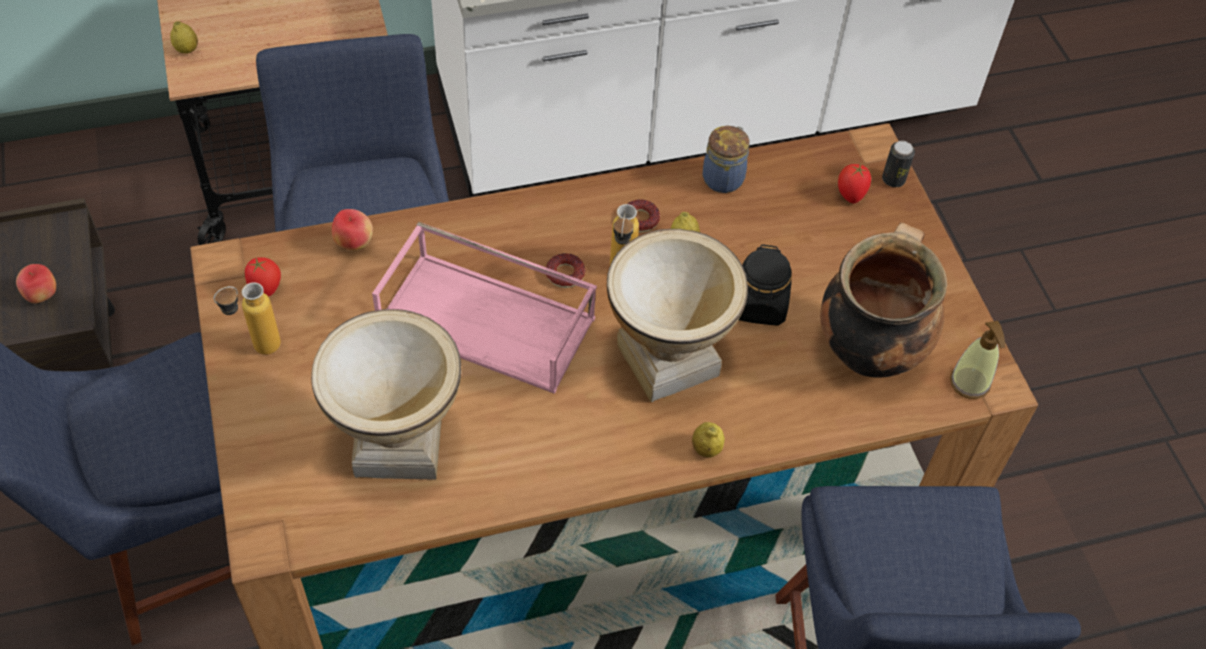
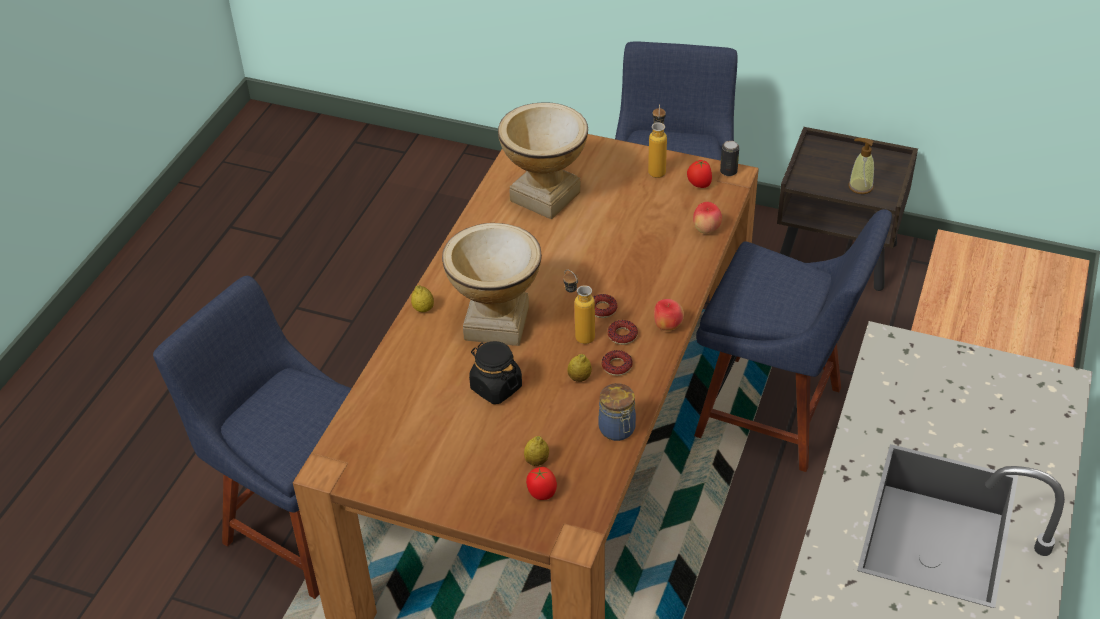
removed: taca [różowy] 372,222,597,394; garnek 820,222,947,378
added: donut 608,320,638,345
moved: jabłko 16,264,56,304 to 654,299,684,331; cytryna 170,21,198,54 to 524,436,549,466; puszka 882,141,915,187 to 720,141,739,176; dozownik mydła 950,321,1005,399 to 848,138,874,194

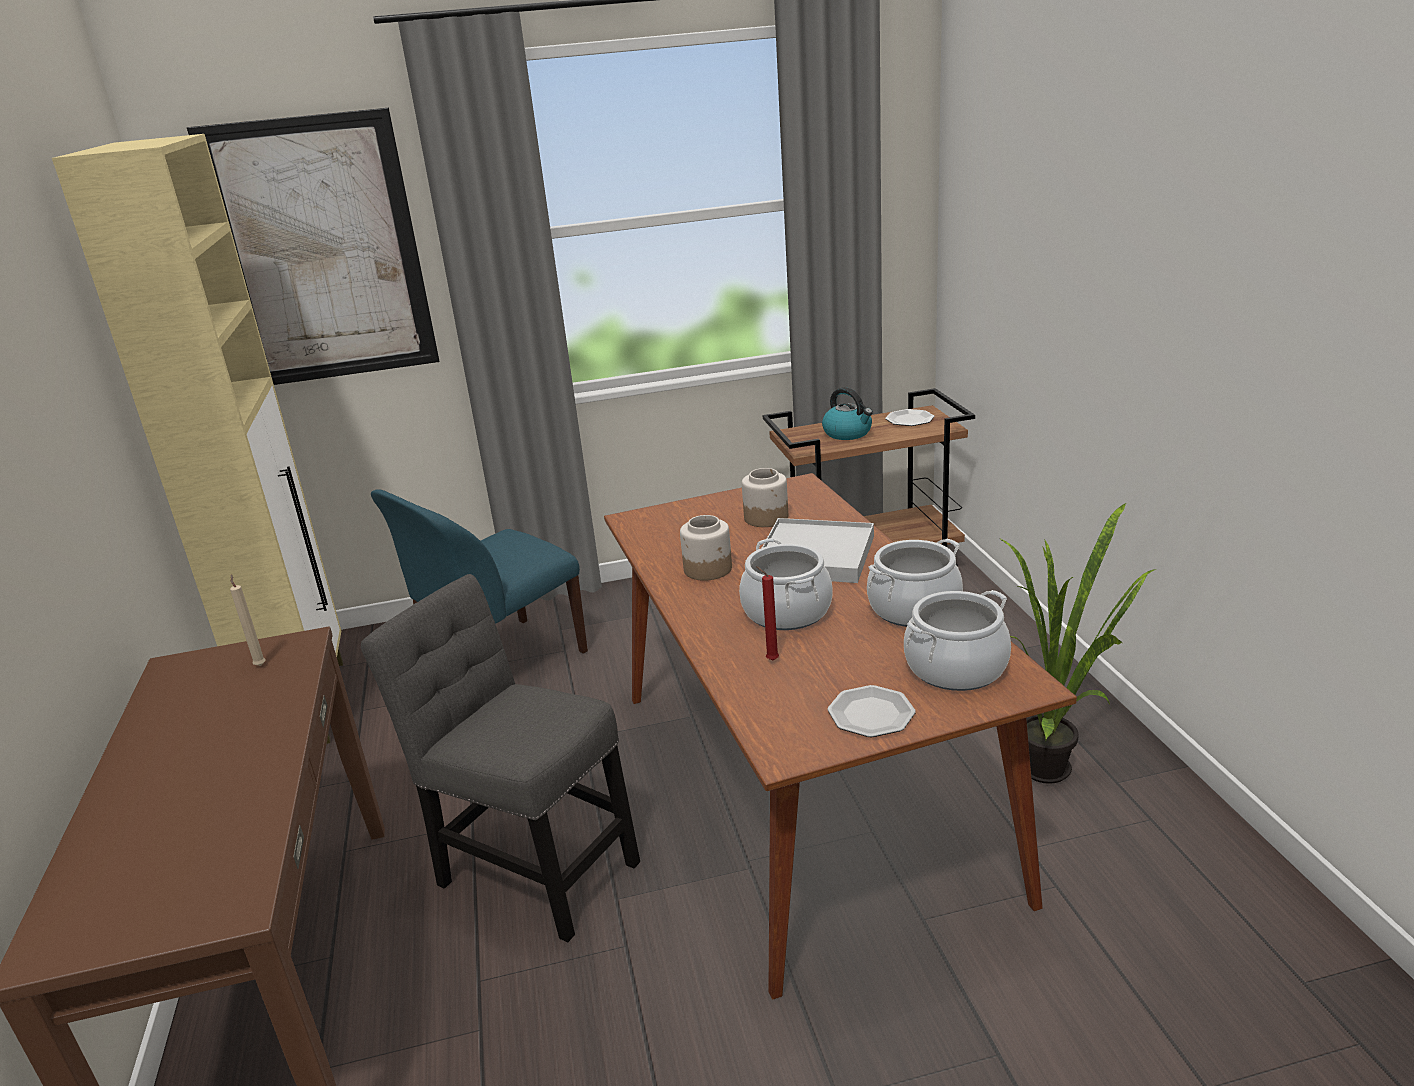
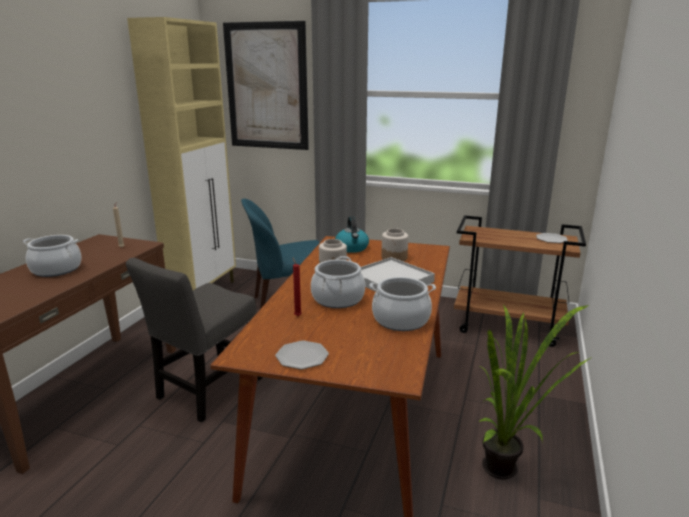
moved: czajnik 822,387,873,440 to 335,216,369,253; garnek 904,590,1011,691 to 22,235,81,277
turned: krzesło [szary] 361,574,640,942 = 126,258,263,422 120 degrees counterclockwise

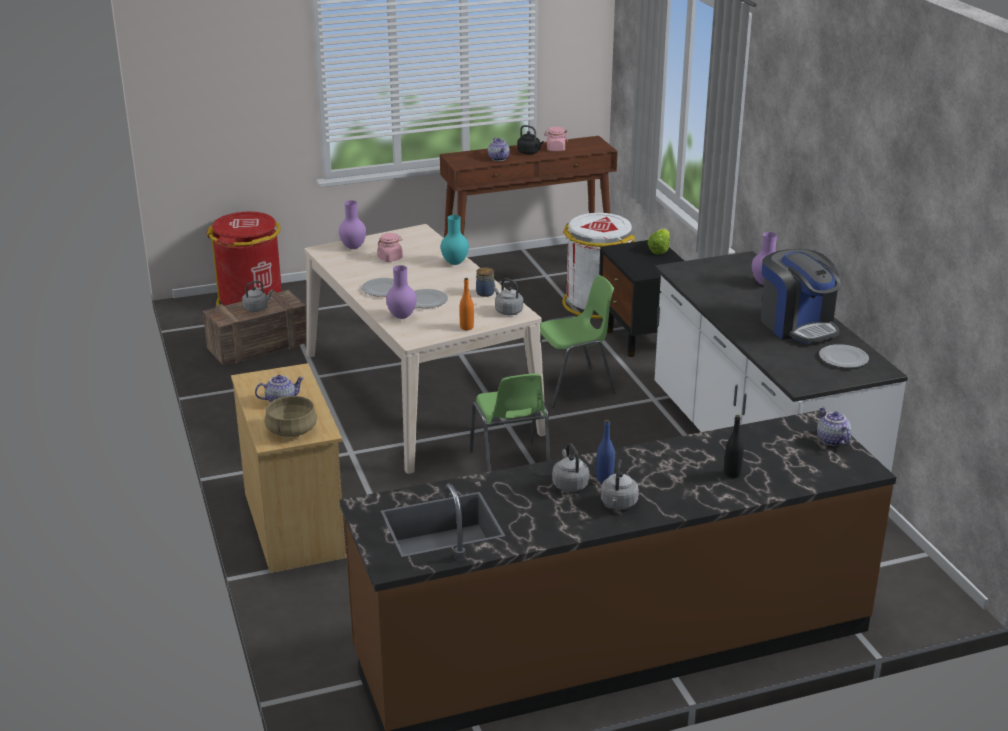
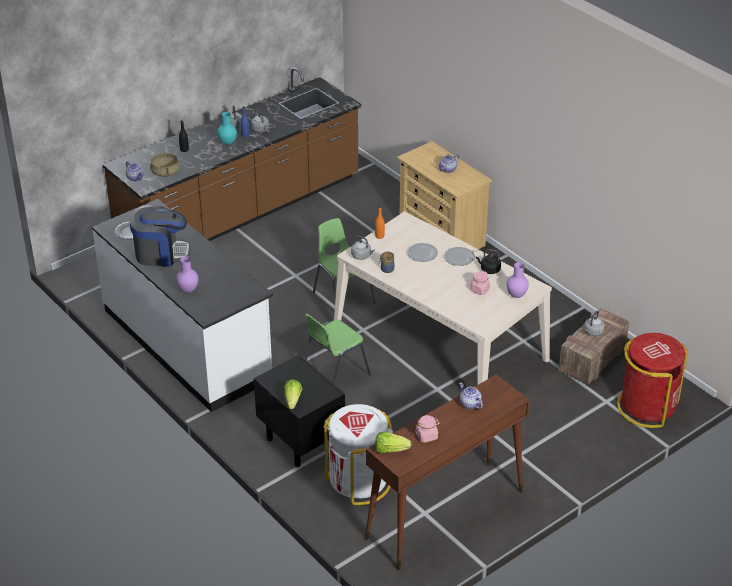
removed: wazon [fioletowy] 386,265,417,319
added: sałata 375,431,412,454
moved: garnek [beżowy] 264,395,317,437 to 150,152,180,177; wazon [turkusowy] 441,215,469,265 to 218,112,237,145; czajnik [czarny] 517,125,544,154 to 476,249,501,274
turned: ekspres do kawy 761,249,841,344 = 129,205,191,267 135 degrees clockwise

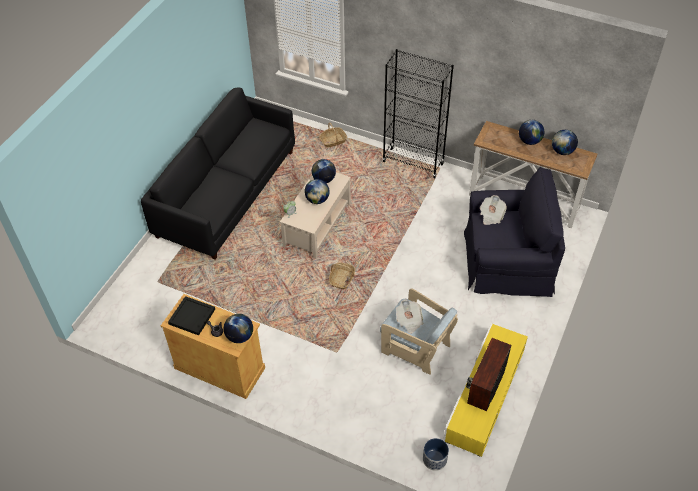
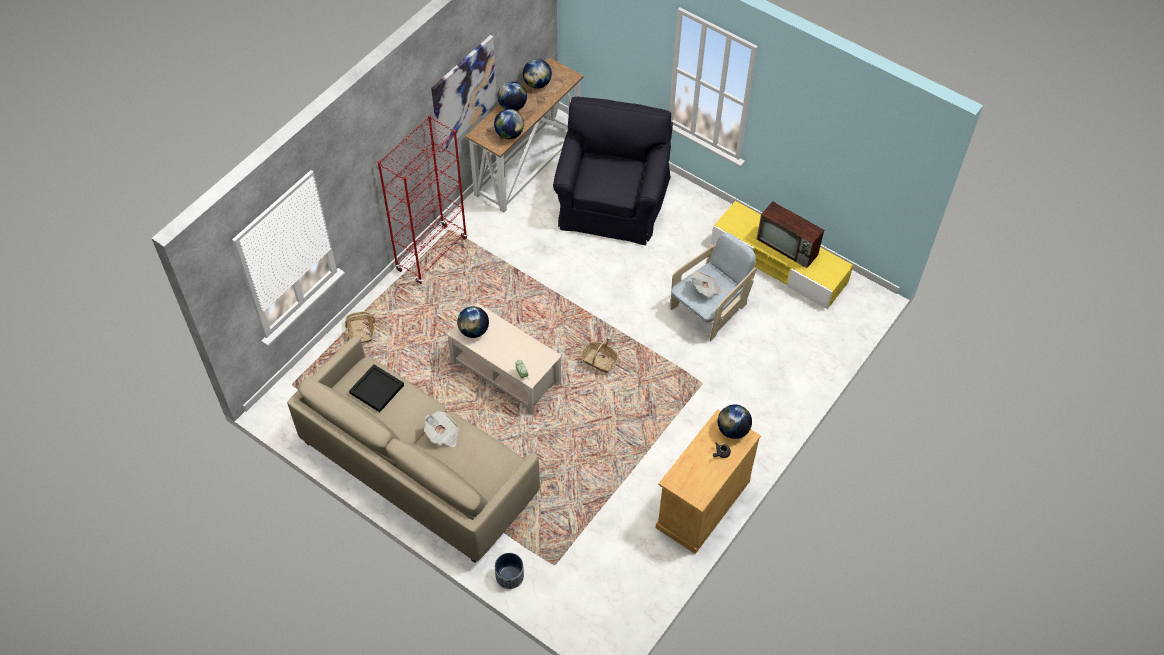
added: obraz 431,35,497,153
moved: taca [czarny] 168,296,215,335 to 349,364,404,412; globus 304,179,330,204 to 494,109,524,139; donica 423,438,449,471 to 495,553,524,589; gazeta 480,195,507,225 to 424,411,460,447
recoloured: kanapa [czarny] 141,87,295,259 to kanapa [beżowy] 287,336,540,563; regał [czarny] 382,49,454,178 to regał [czerwony] 378,115,467,284

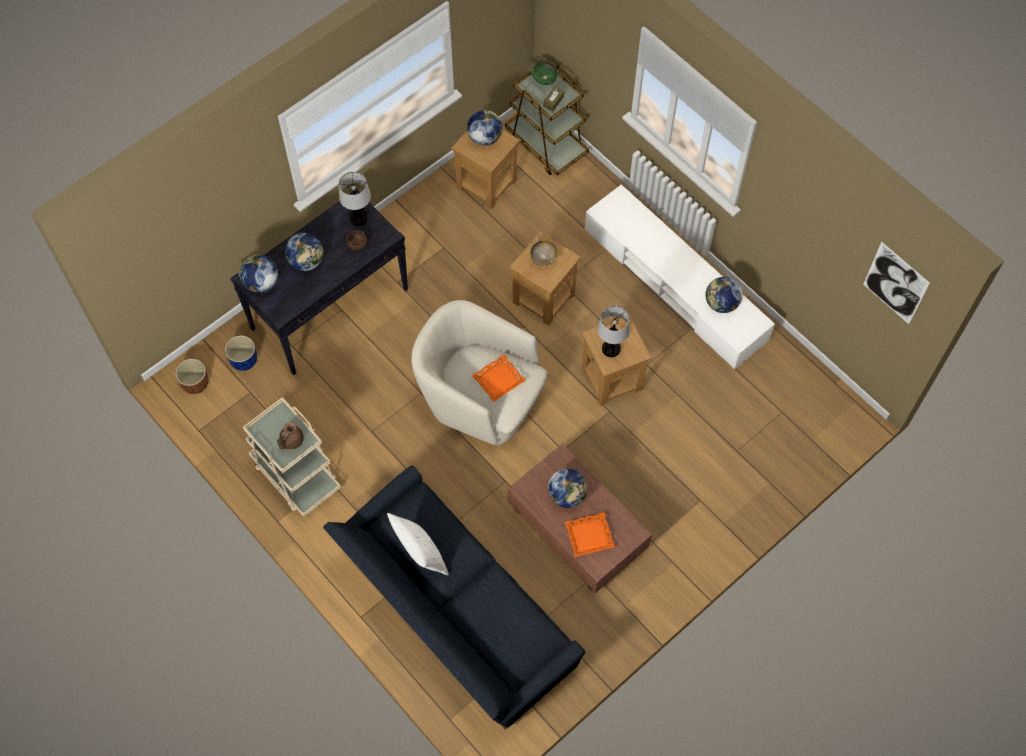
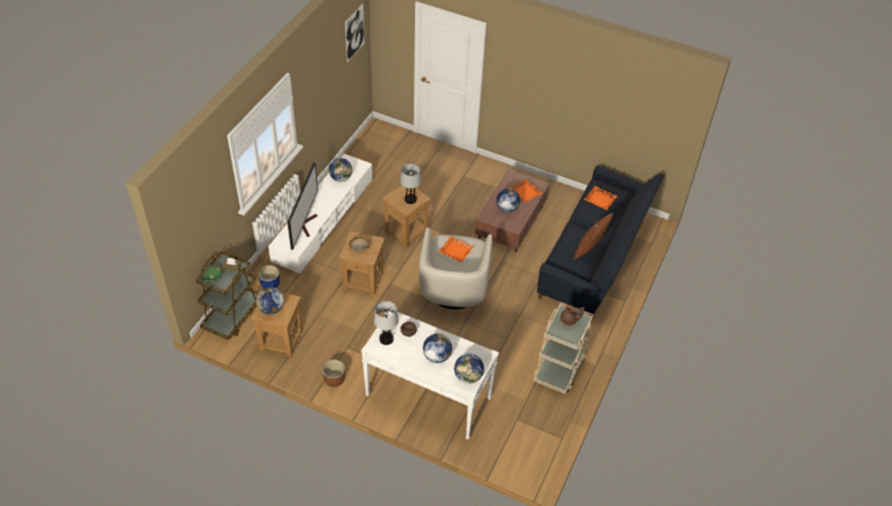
added: telewizor 287,162,318,250; taca [pomarańczowy] 585,186,618,210
moved: donica [brązowy] 175,359,208,394 to 322,360,345,387; donica [niebieski] 225,335,257,371 to 258,265,280,288
recoloured: stolik konsolowy [czarny] 230,189,408,375 to stolik konsolowy [biały] 361,311,499,440; poduszka [biały] 387,513,449,575 to poduszka [brązowy] 574,213,613,260

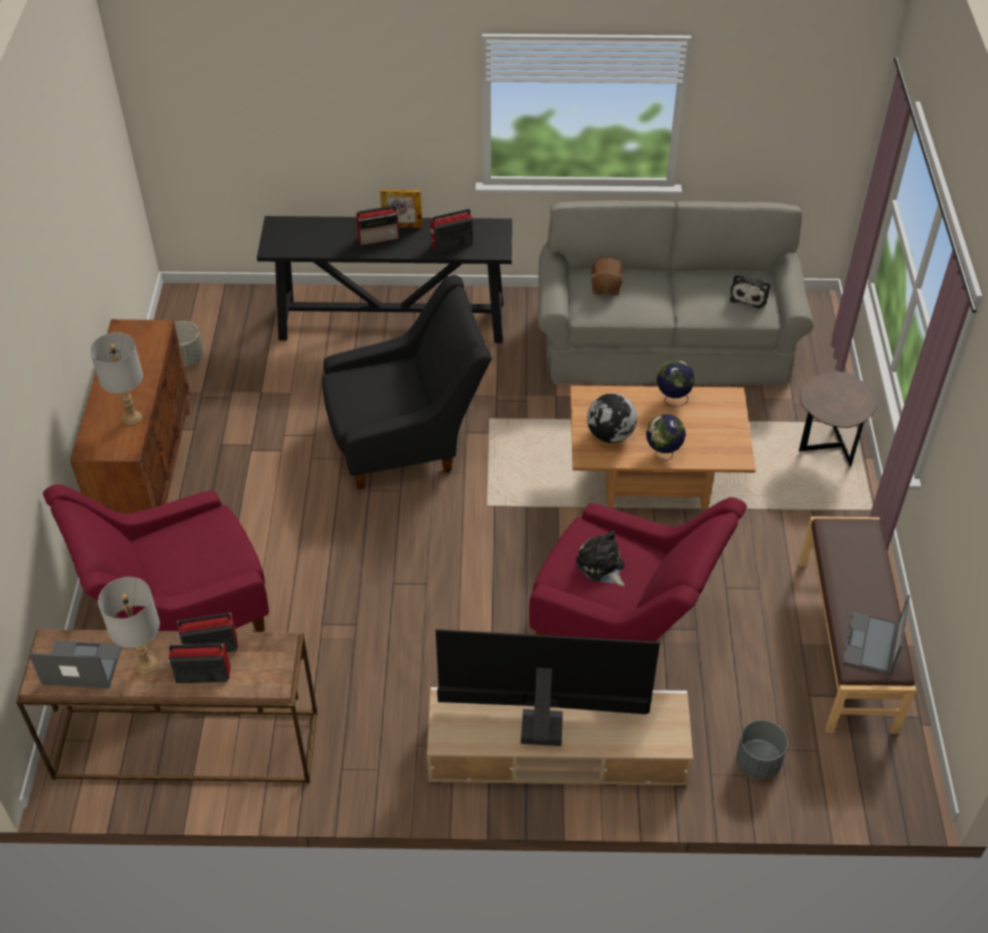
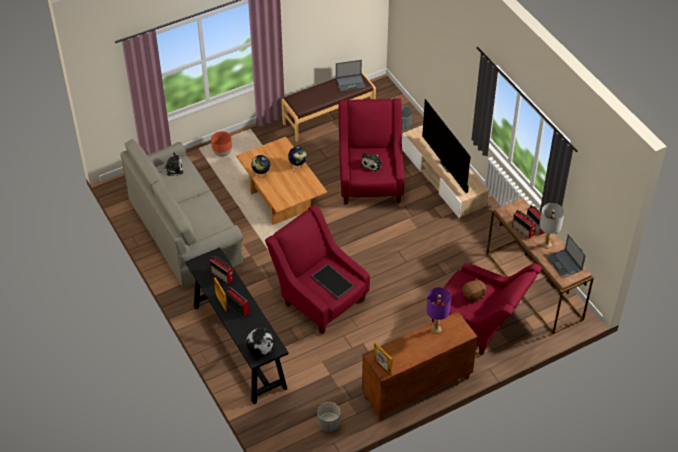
added: taca 311,264,354,299; ramka na zdjęcie 374,342,392,376
moved: globus 587,393,637,443 to 246,328,275,356; pluszak [brązowy] 590,257,624,296 to 462,278,487,303
replaced: stolik [brązowy] 799,372,878,467 to donica [brązowy] 211,131,232,157
recoloured: lampa stołowa [szary] 90,332,143,425 to lampa stołowa [fioletowy] 426,287,451,334; fotel [czarny] 322,275,492,490 to fotel [czerwony] 265,205,370,334

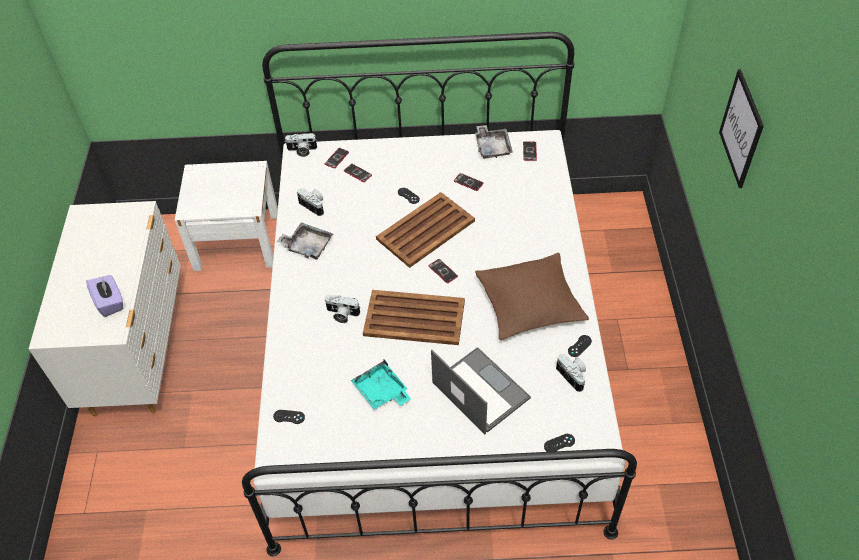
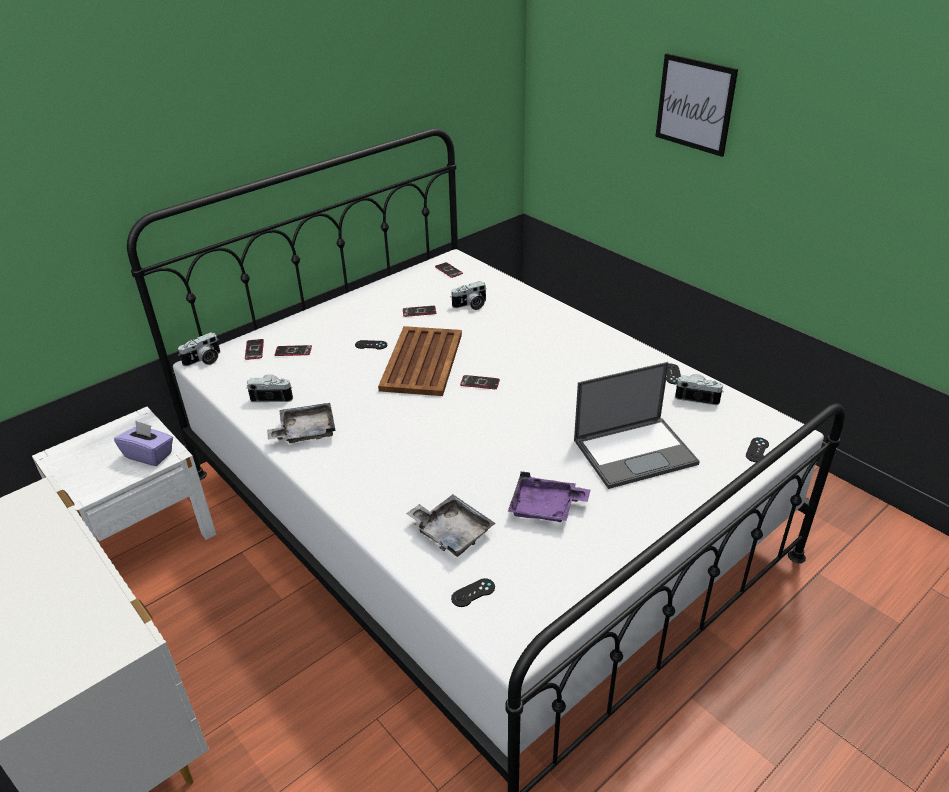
removed: taca [brązowy] 363,290,465,345; poduszka [brązowy] 475,253,589,340
moved: pudełko chusteczek [fioletowy] 86,275,123,317 to 114,420,173,466; aparat fotograficzny 324,295,360,323 to 451,281,487,310; taca [szary] 475,125,513,159 to 406,494,495,557
recoloured: taca [turkusowy] 351,359,411,409 to taca [fioletowy] 508,472,590,522
turned: laptop 431,347,531,434 = 574,362,700,489 150 degrees clockwise

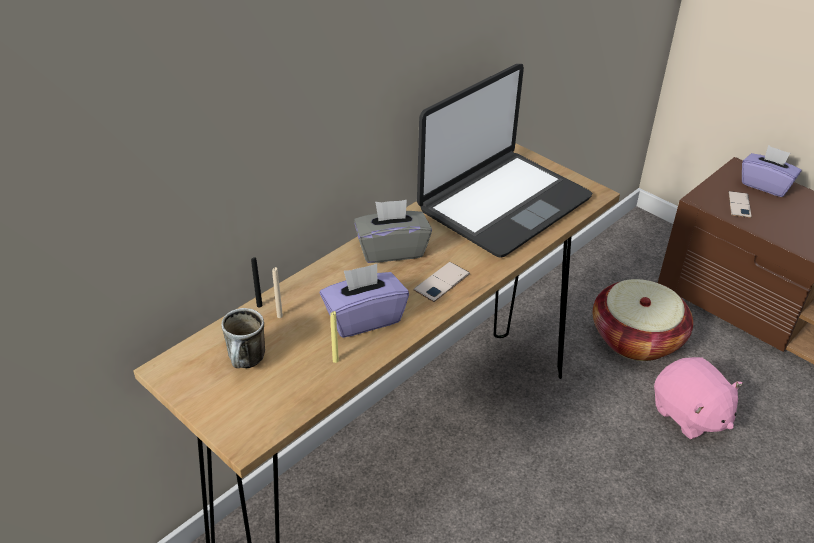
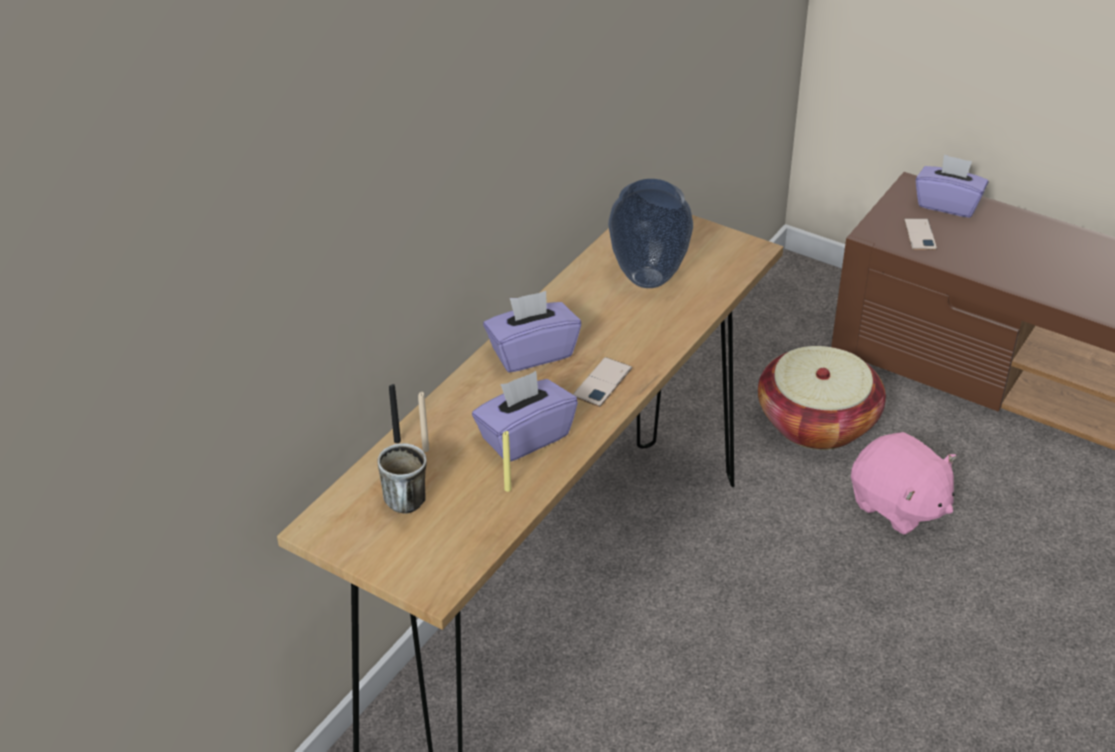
replaced: laptop 417,64,593,258 to wazon 608,179,693,288
recoloured: pudełko chusteczek [szary] 354,200,432,263 to pudełko chusteczek [fioletowy] 483,291,581,373

